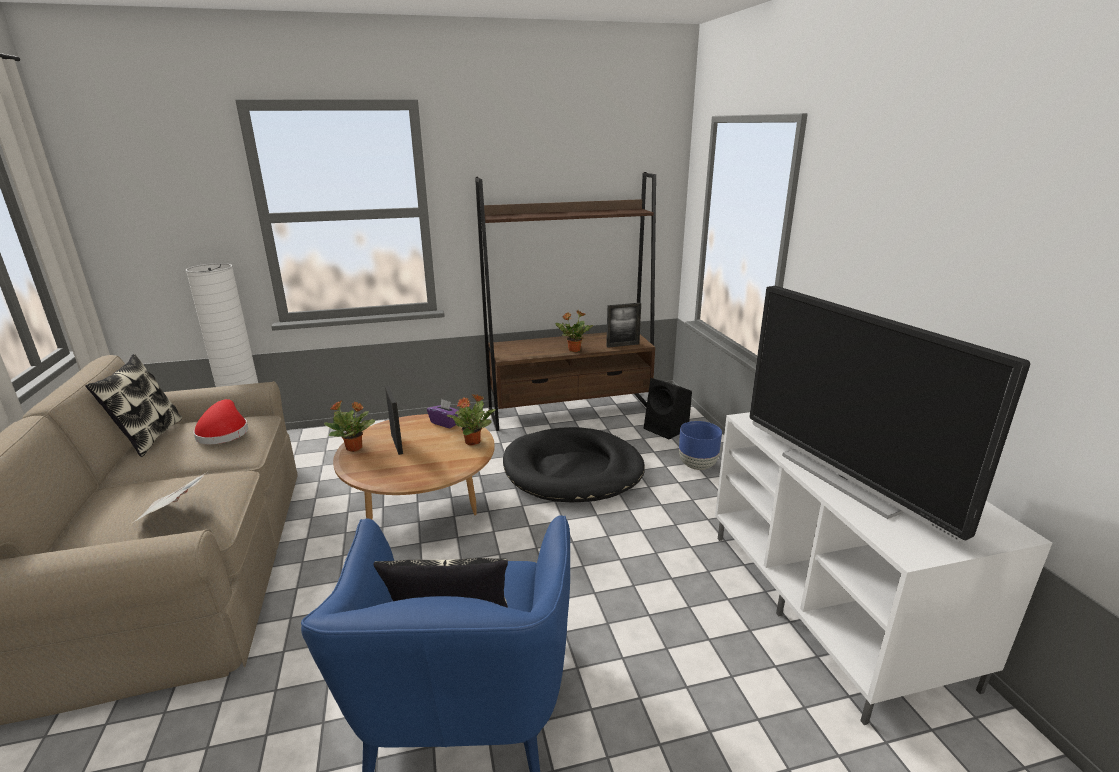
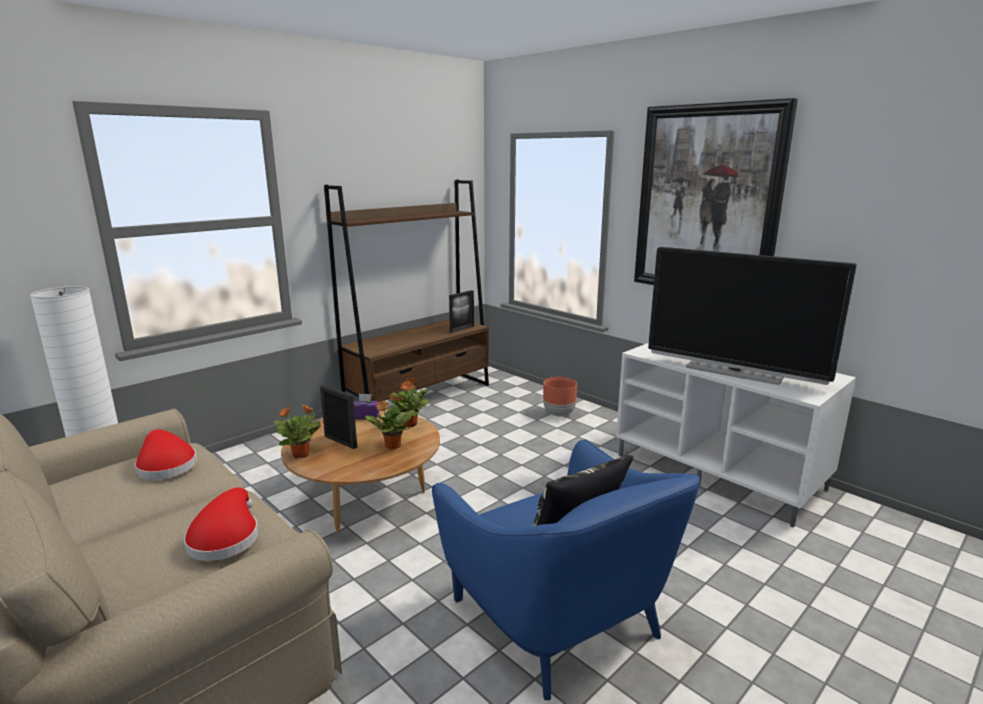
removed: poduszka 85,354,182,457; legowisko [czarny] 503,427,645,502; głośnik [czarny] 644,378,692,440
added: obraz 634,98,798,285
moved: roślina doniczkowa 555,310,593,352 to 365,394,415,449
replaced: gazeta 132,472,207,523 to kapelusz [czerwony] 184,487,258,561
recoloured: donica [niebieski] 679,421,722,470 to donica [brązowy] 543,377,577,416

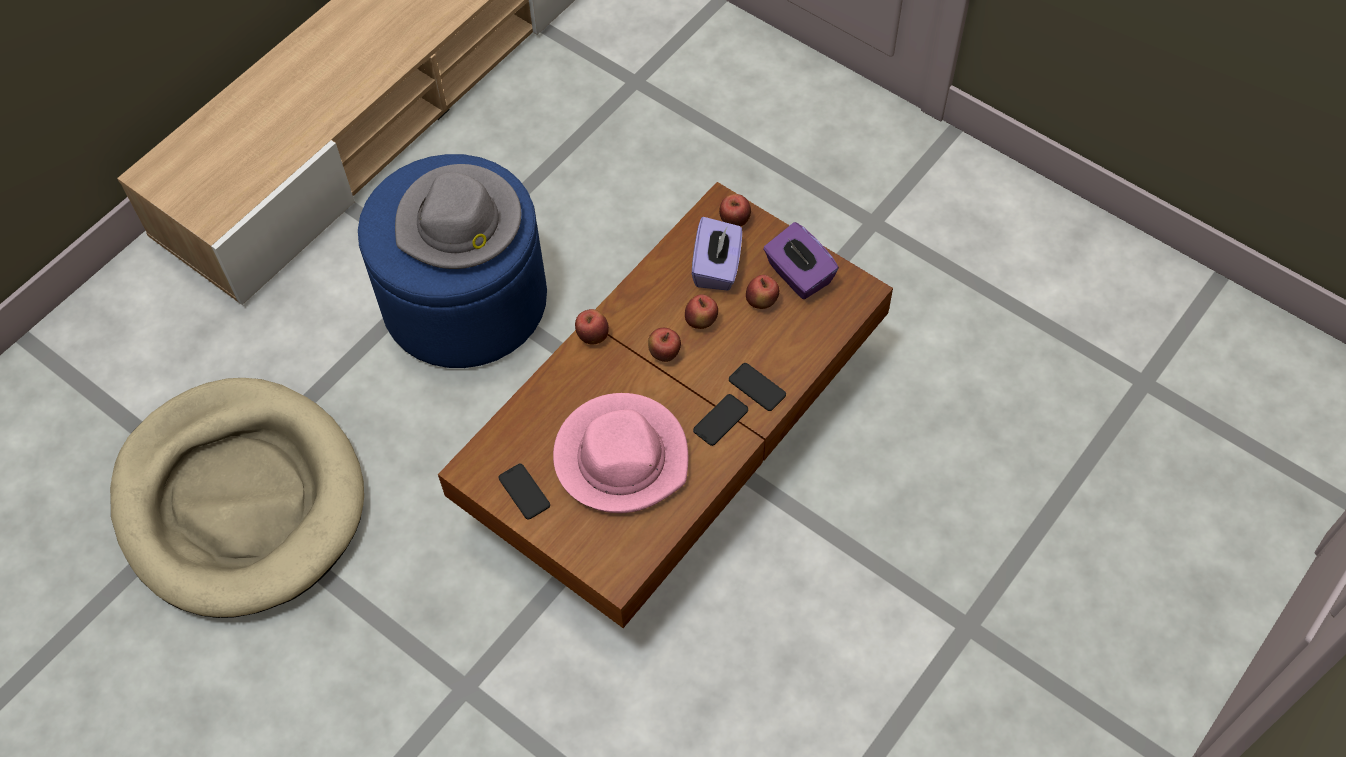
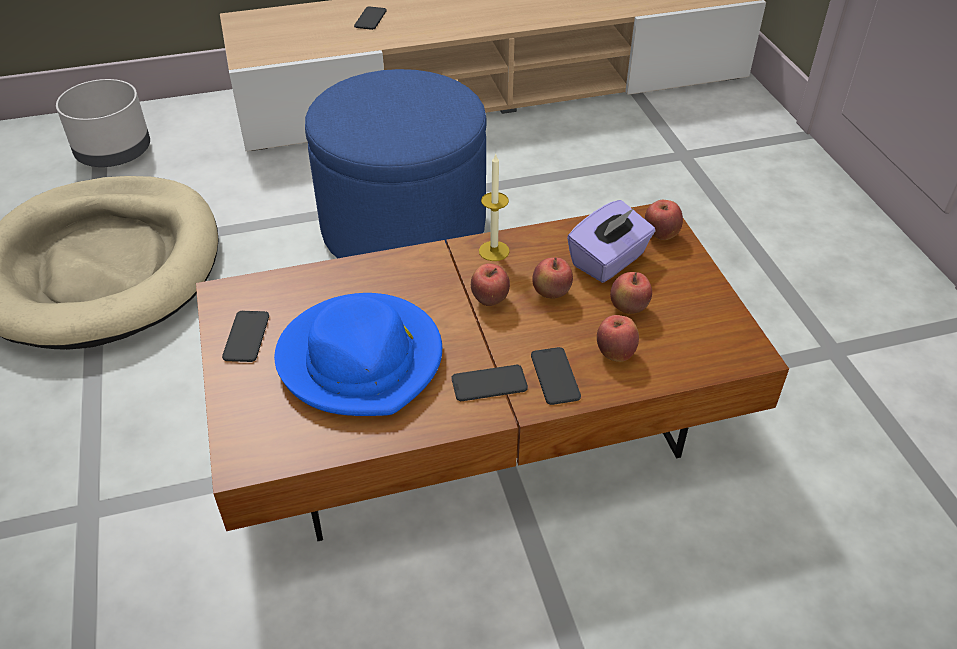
removed: kapelusz [szary] 395,164,521,269; pudełko chusteczek [fioletowy] 763,222,839,299
added: donica [szary] 56,79,150,167; telefon 354,7,387,30; świeca 479,153,510,261
moved: jabłko 575,309,609,345 to 597,315,639,362
recoloured: kapelusz [różowy] 553,393,688,513 to kapelusz [niebieski] 274,293,442,416

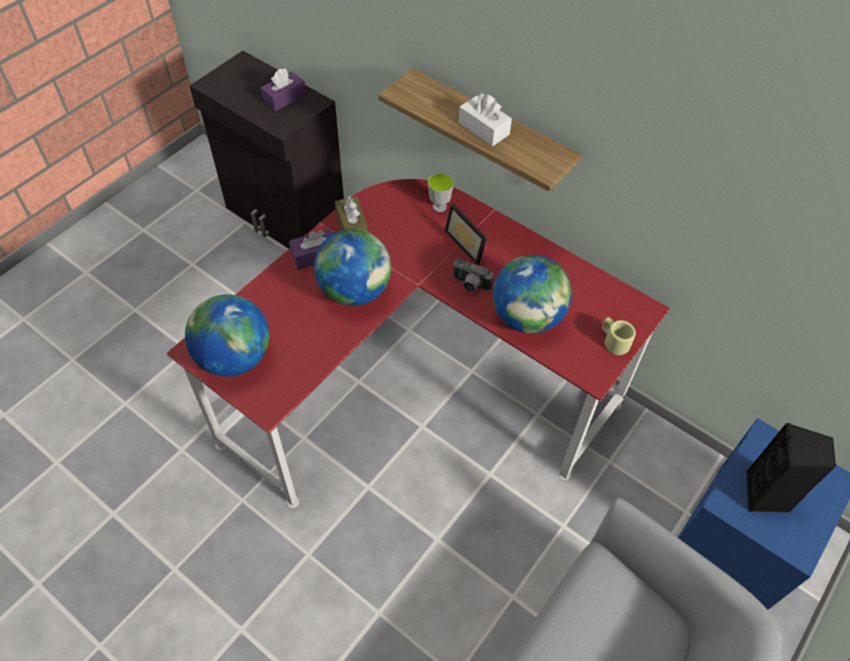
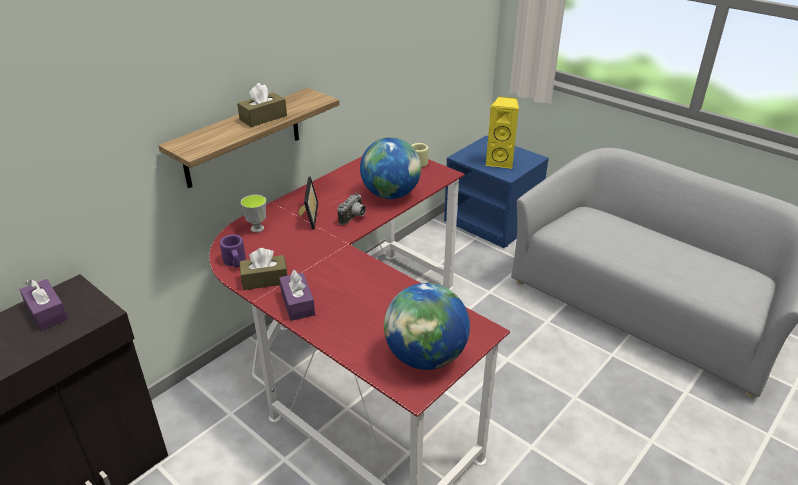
removed: globus 314,229,391,306
added: kubek [fioletowy] 220,234,246,268
recoloured: pudełko chusteczek [biały] 459,93,512,146 to pudełko chusteczek [brązowy] 237,83,287,127; głośnik [czarny] 746,423,836,512 to głośnik [żółty] 485,97,519,169
turned: ramka na zdjęcie 445,203,487,265 = 298,177,318,230 60 degrees counterclockwise

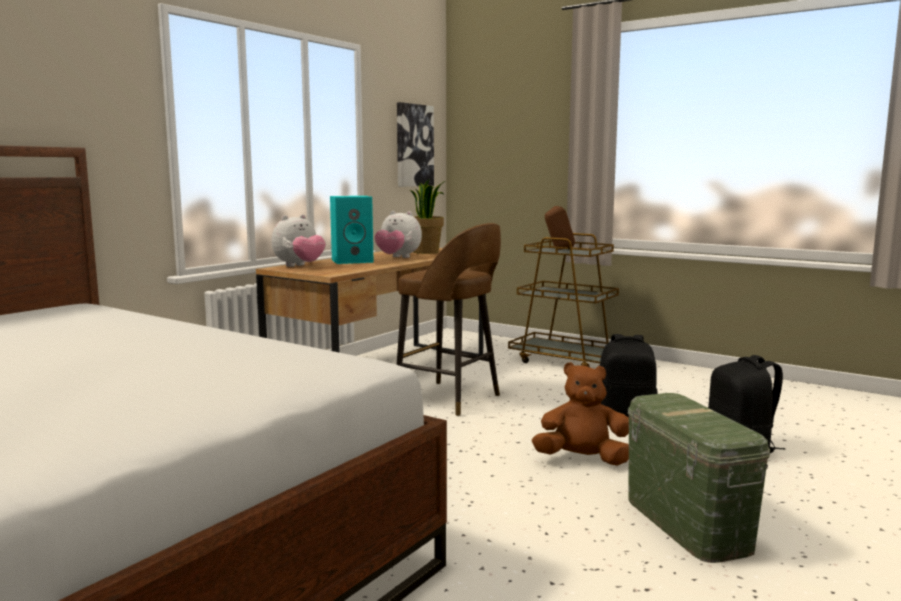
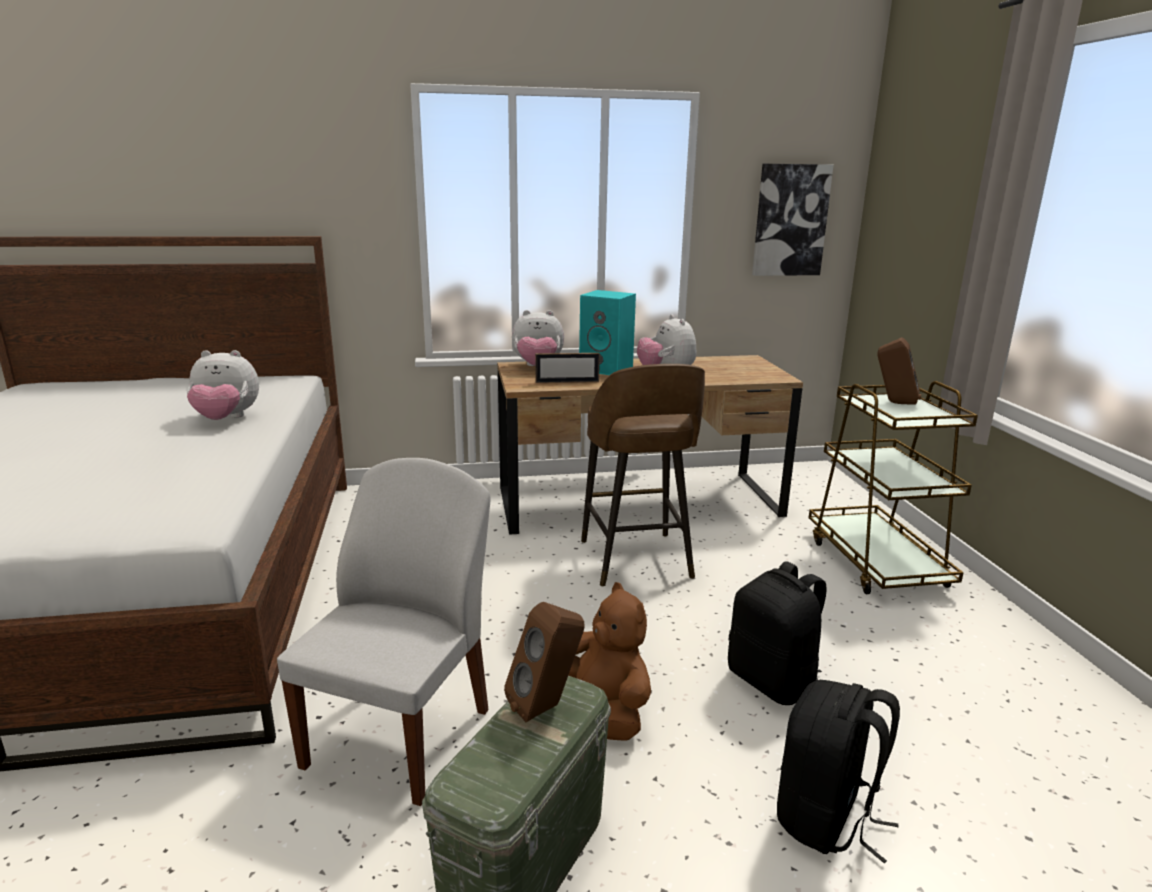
removed: roślina doniczkowa 410,180,445,254
added: pluszak 187,350,259,420; krzesło [biały] 277,458,490,806; głośnik [brązowy] 504,602,585,722; ramka na zdjęcie 535,353,600,383

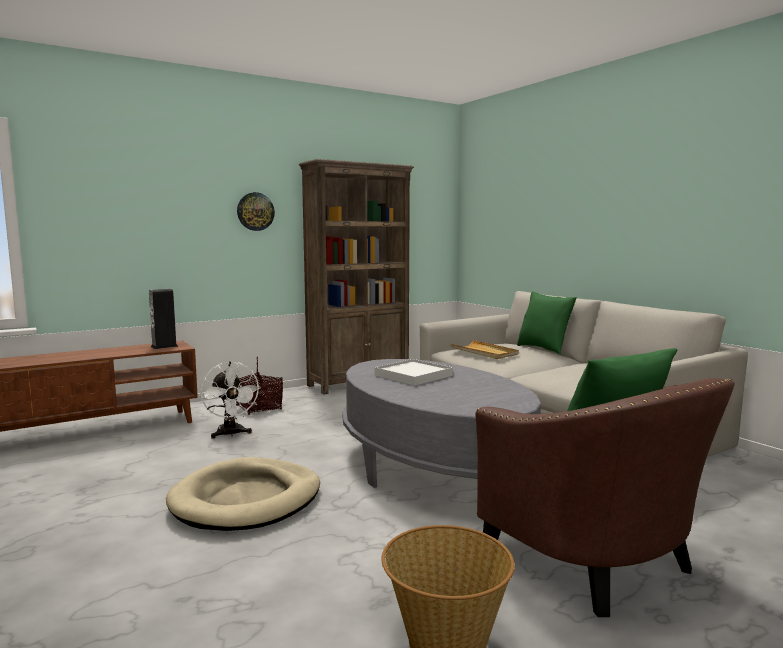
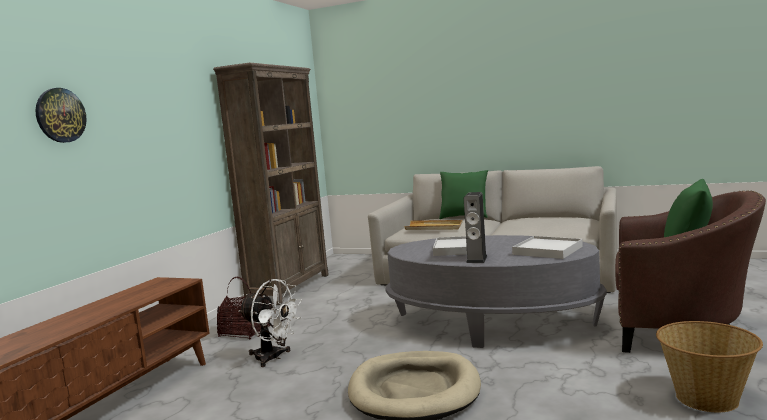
added: taca [biały] 512,236,583,259
moved: głośnik 149,289,178,349 to 464,192,487,263; zegar ścienny 237,192,275,231 to 35,88,87,143

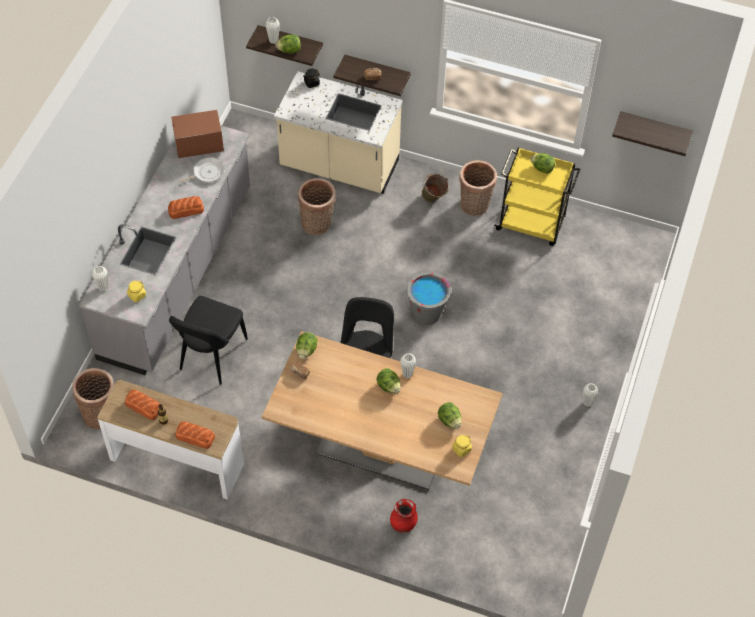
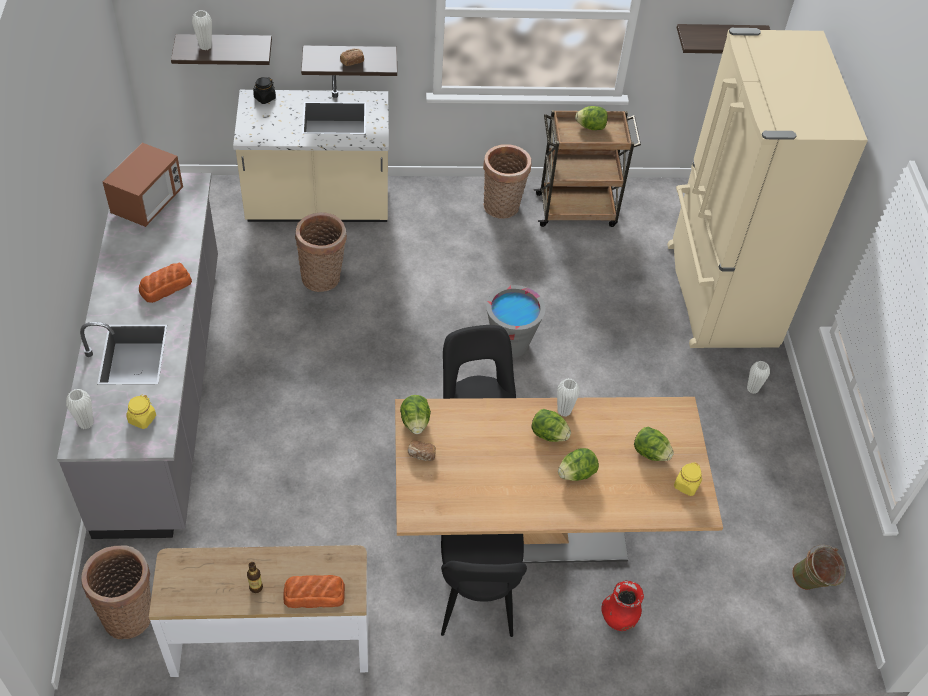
removed: chleb 125,389,159,420; patelnia 178,157,225,183
added: lodówka [beżowy] 667,28,868,348
moved: krzesło [czarny] 169,296,248,385 to 441,534,527,637; sałata 276,34,301,54 to 558,448,599,481; wiadro [zielony] 422,173,449,202 to 792,545,846,590
recoloured: wózek [żółty] 494,147,580,246 to wózek [brązowy] 534,110,641,227
turned: mikrofalówka 171,110,224,158 = 103,143,183,227 150 degrees clockwise

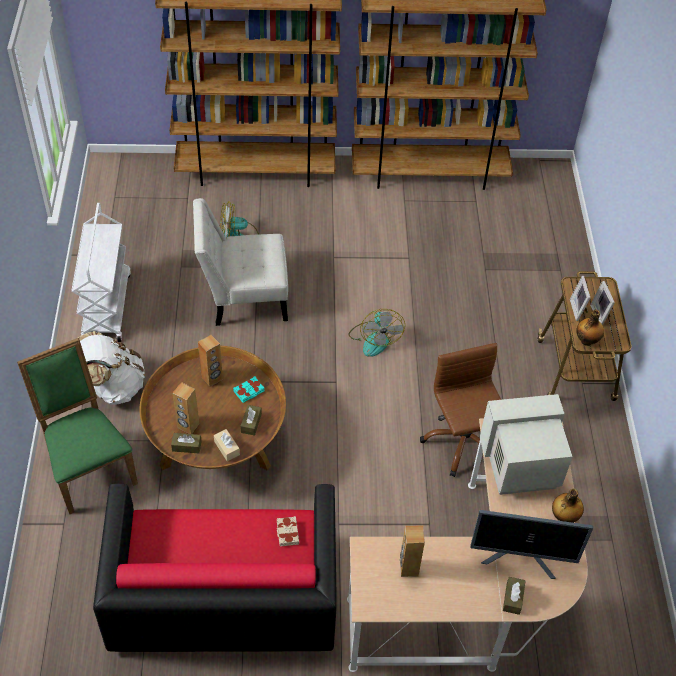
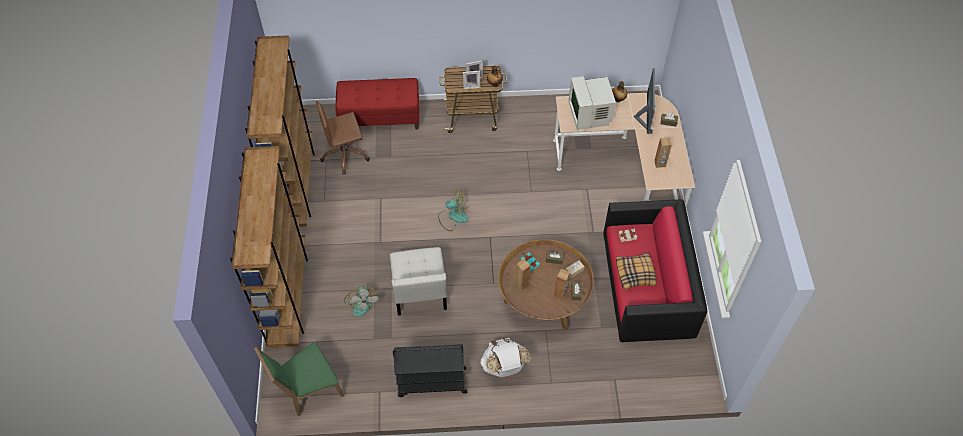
added: ławka [czerwony] 336,78,419,130; poduszka 616,253,657,290
moved: krzesło [zielony] 17,338,138,514 to 254,342,344,416; krzesło biurowe [brązowy] 420,343,501,477 to 316,101,370,174
recoloured: wózek [biały] 72,203,131,342 to wózek [czarny] 393,344,467,397

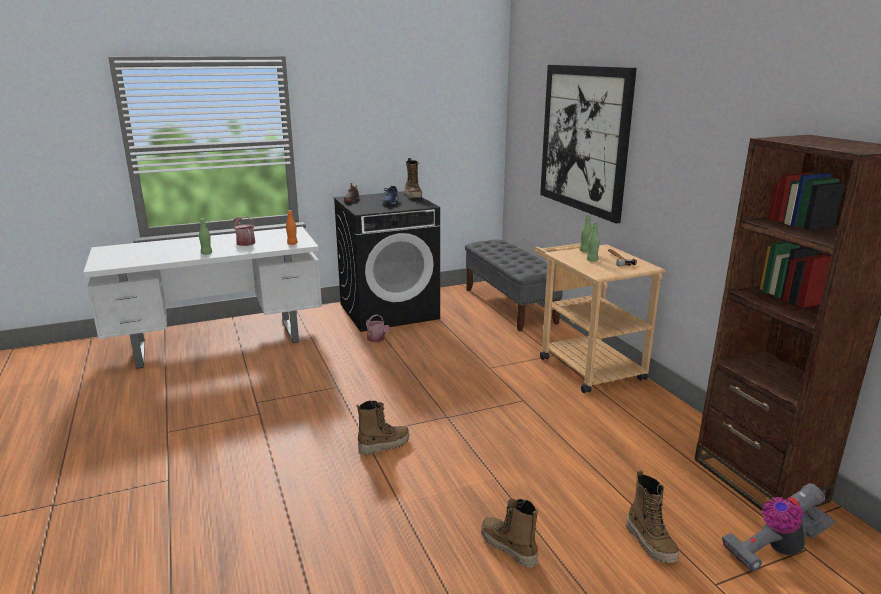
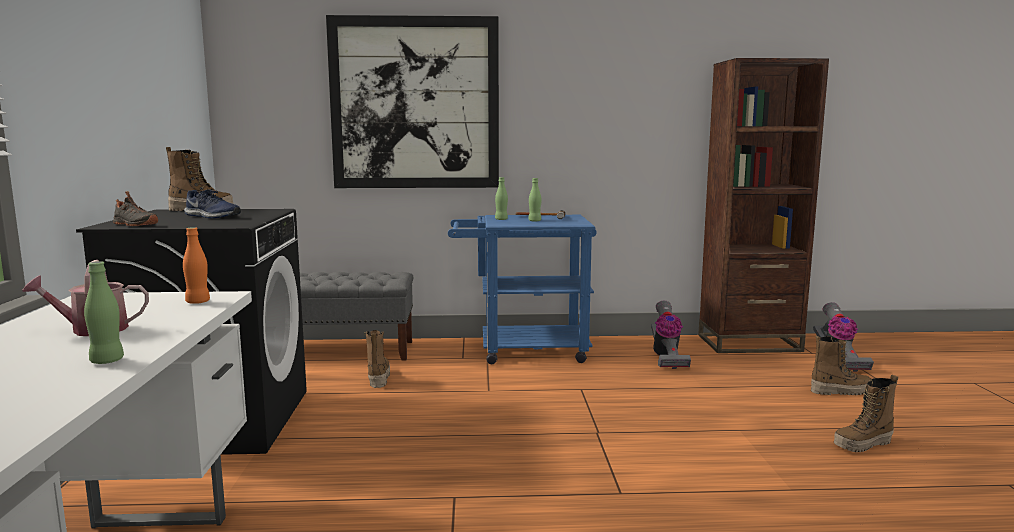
removed: konewka 366,314,391,342
added: odkurzacz 651,301,691,369
moved: but z cholewką 357,400,409,455 to 364,330,390,388
recoloured: wózek [beżowy] 534,243,666,393 to wózek [niebieski] 448,215,597,364

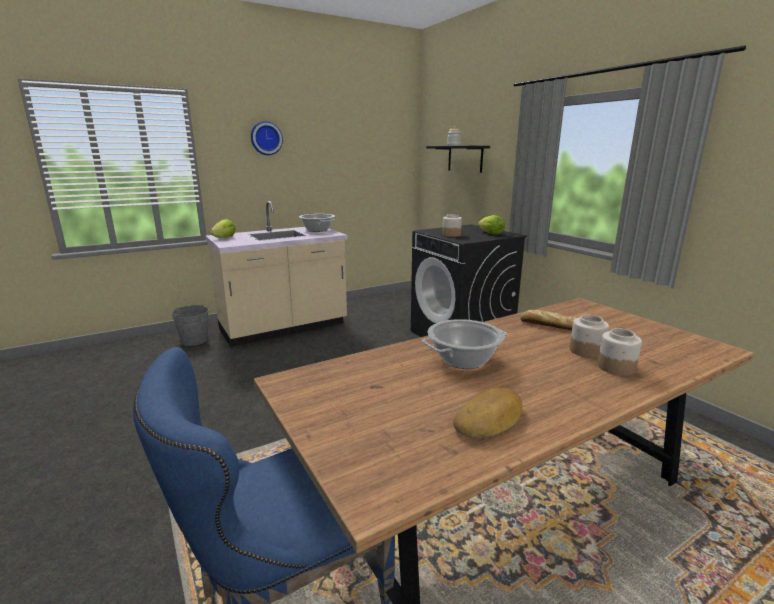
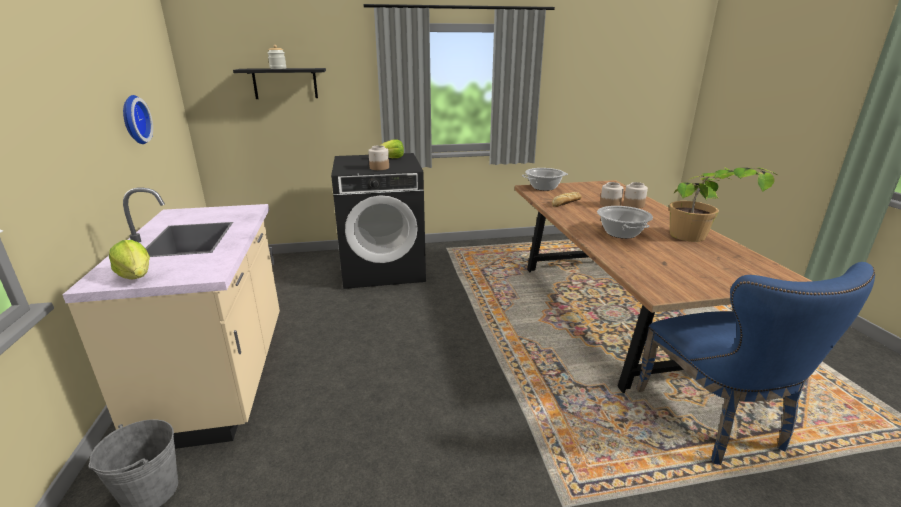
moved: zegar ścienny 251,121,283,155 to 123,95,153,144; garnek 299,214,335,232 to 522,168,568,191
replaced: chleb 453,388,522,438 to roślina doniczkowa 669,167,778,242

